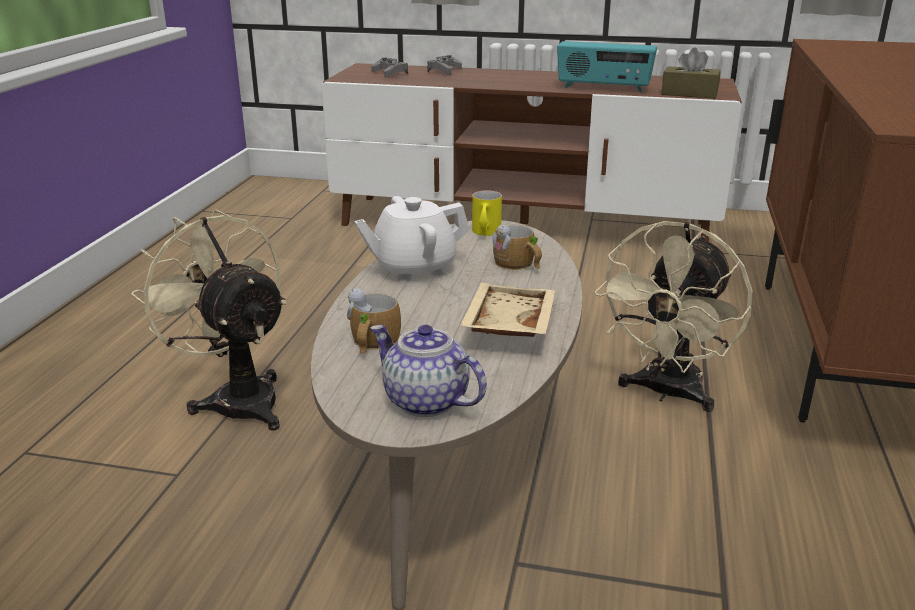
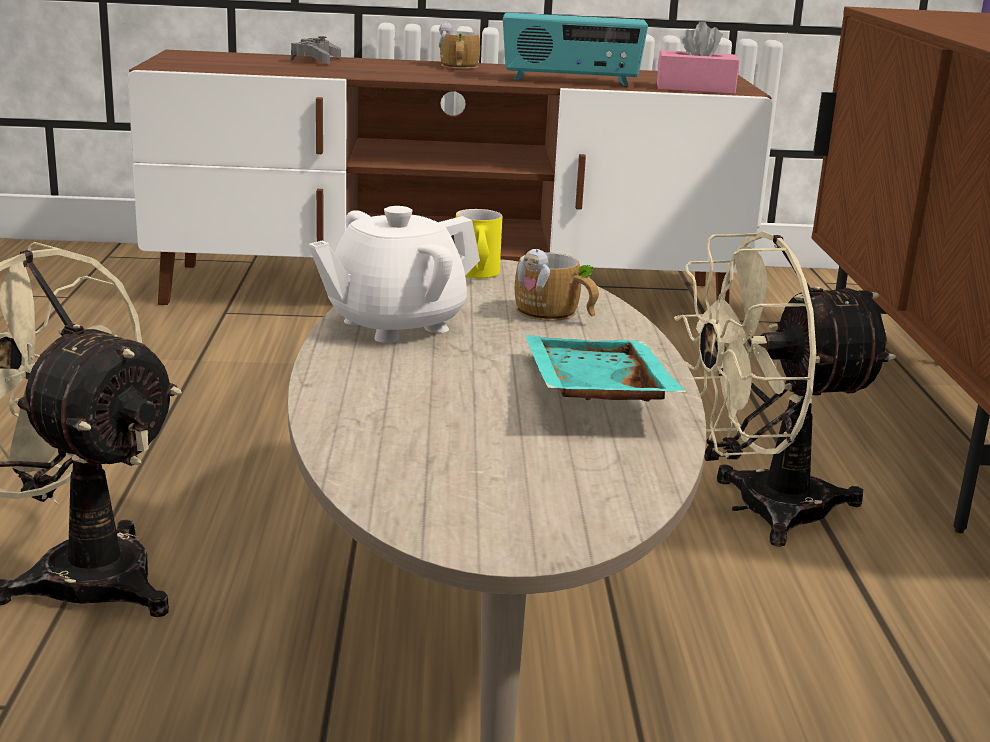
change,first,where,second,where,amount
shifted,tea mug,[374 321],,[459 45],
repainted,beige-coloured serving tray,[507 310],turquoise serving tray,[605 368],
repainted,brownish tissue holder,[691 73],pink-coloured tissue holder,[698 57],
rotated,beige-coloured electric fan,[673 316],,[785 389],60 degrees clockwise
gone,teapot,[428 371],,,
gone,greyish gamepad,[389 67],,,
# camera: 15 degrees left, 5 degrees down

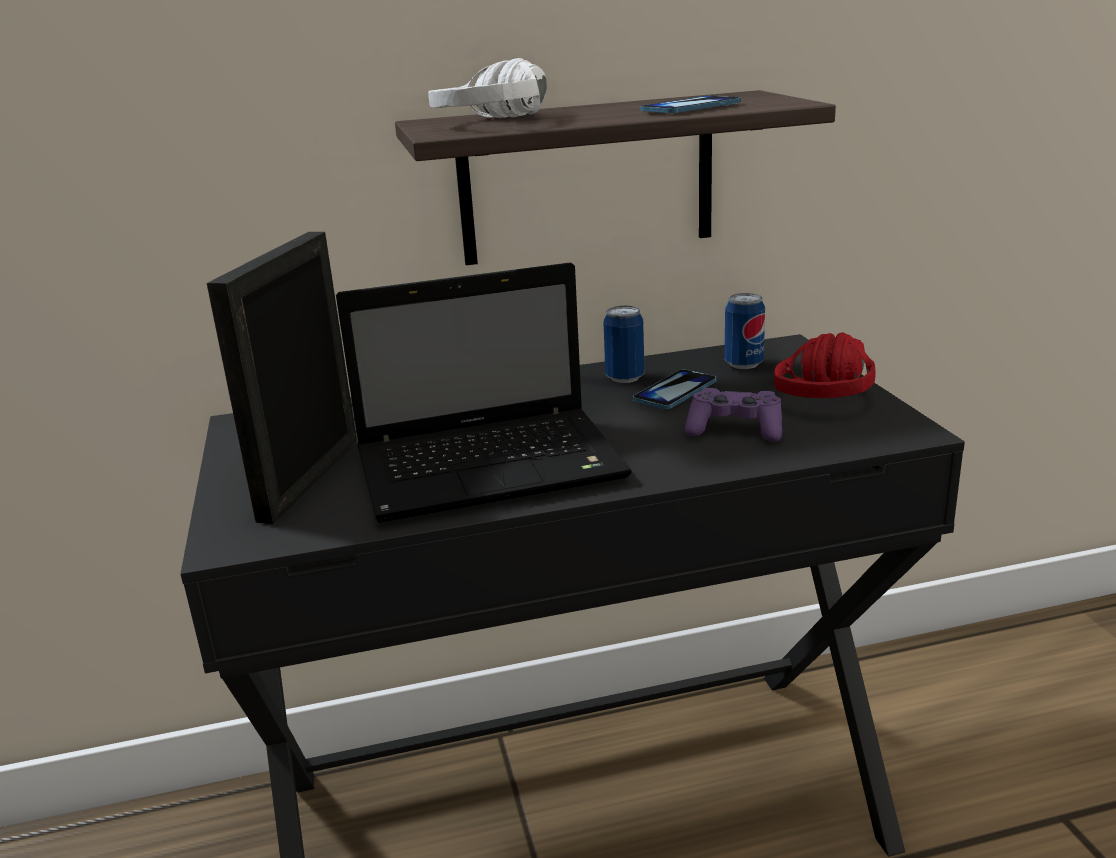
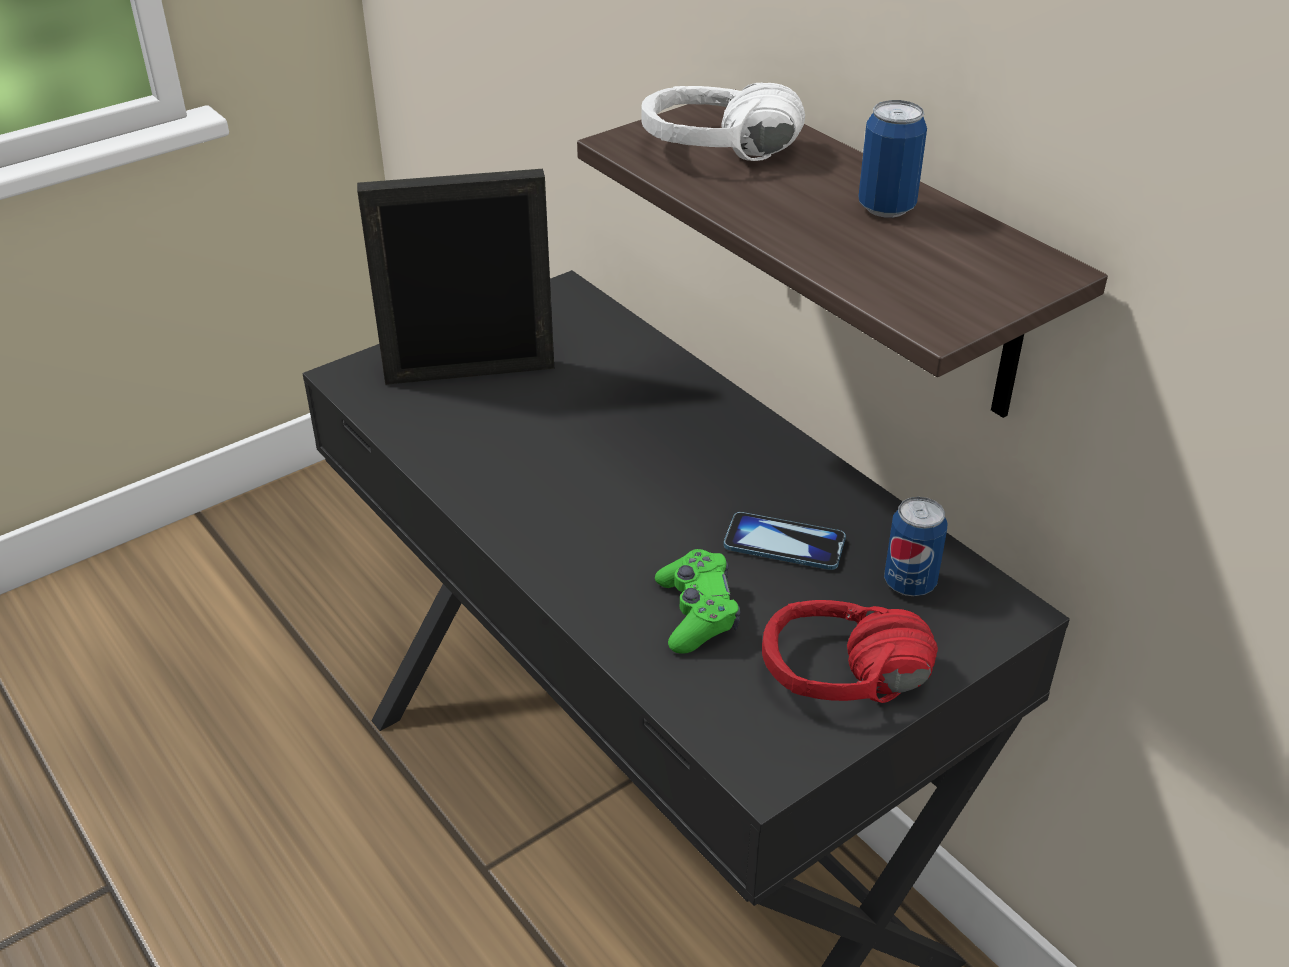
change,first,where,second,where,amount
repainted,purple gamepad,[733 415],green gamepad,[698 601],
shifted,sealed can,[624 344],,[893 159],
gone,portable computer,[484 392],,,
gone,phone,[690 104],,,
# camera: 65 degrees right, 15 degrees up

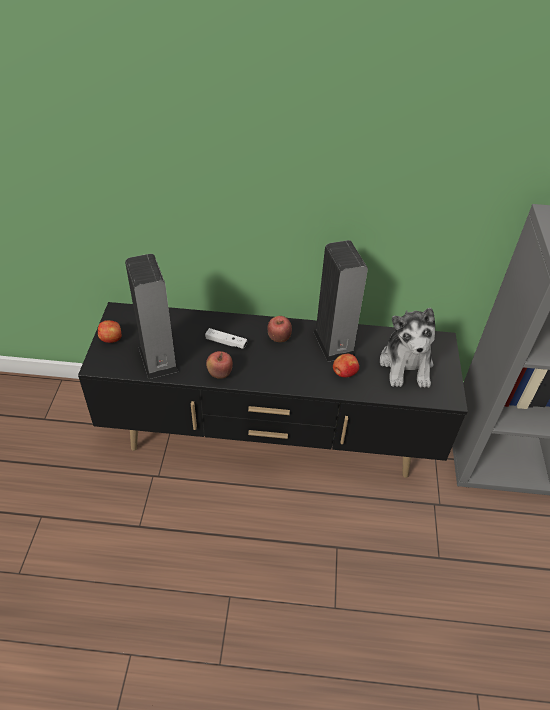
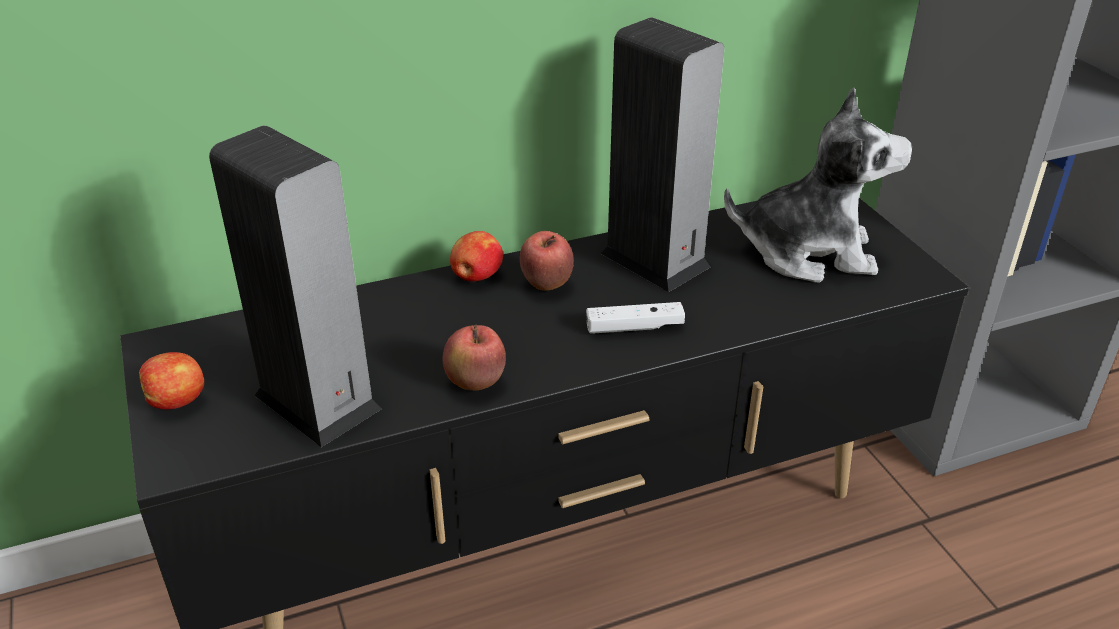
change,first,where,second,where,amount
shifted,apple fruit,[346 365],,[476 256],
shifted,white-coloured gamepad,[226 338],,[635 318],
rotated,soft toy,[407 348],,[818 185],60 degrees counterclockwise
# camera: 25 degrees left, 10 degrees down

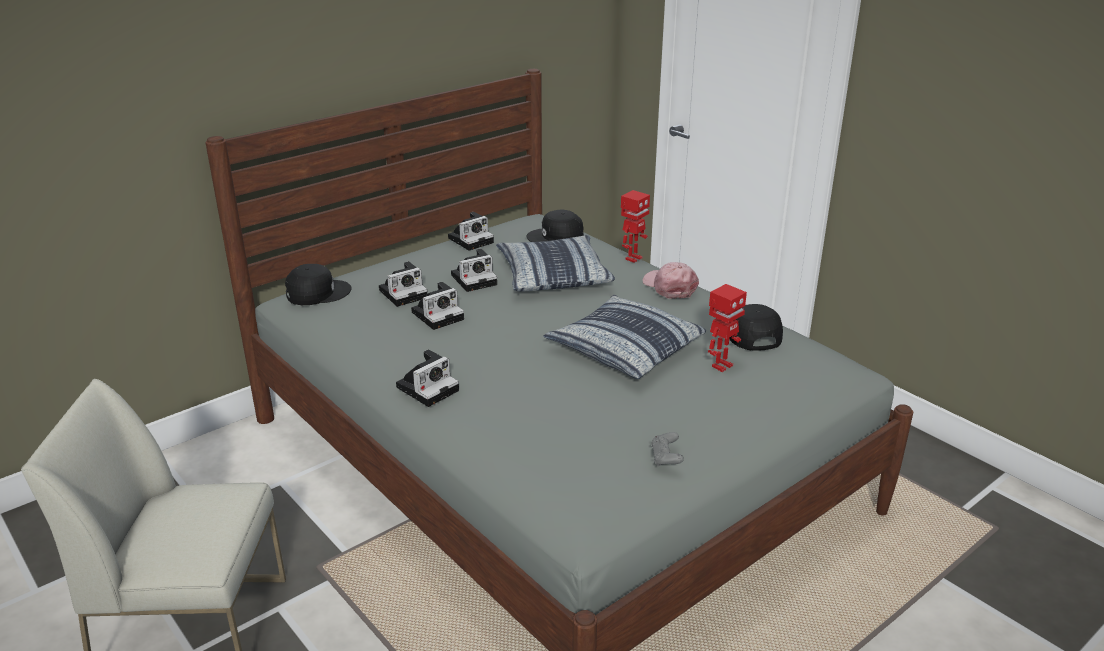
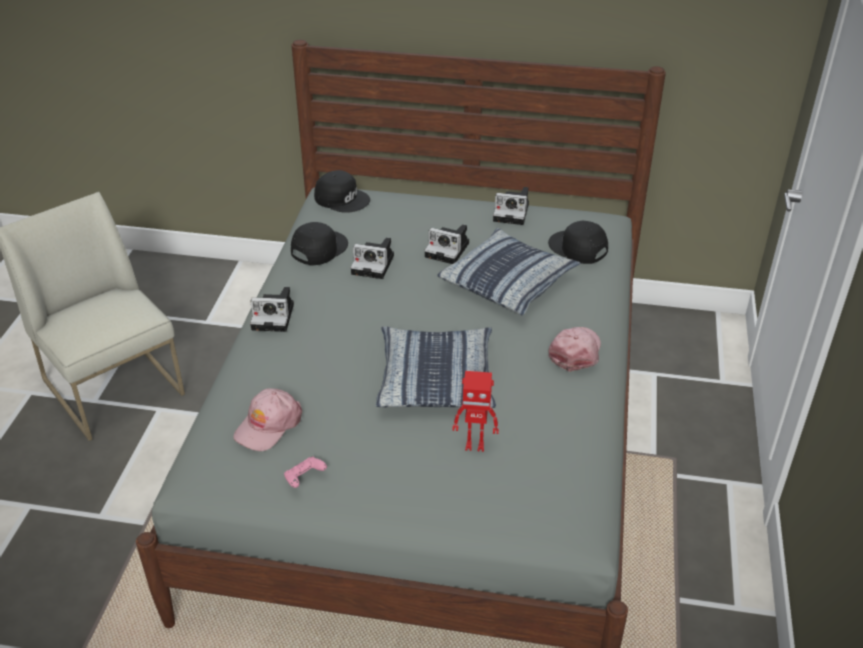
change,first,where,second,where,amount
new,,,pink-coloured peaked cap,[267 419],
repainted,greyish gamepad,[667 449],pink-coloured gamepad,[305 472],
shifted,blackish peaked cap,[756 327],,[319 243],
gone,photo camera,[403 284],,,
gone,robot figure,[635 226],,,
# camera: 50 degrees right, 10 degrees up

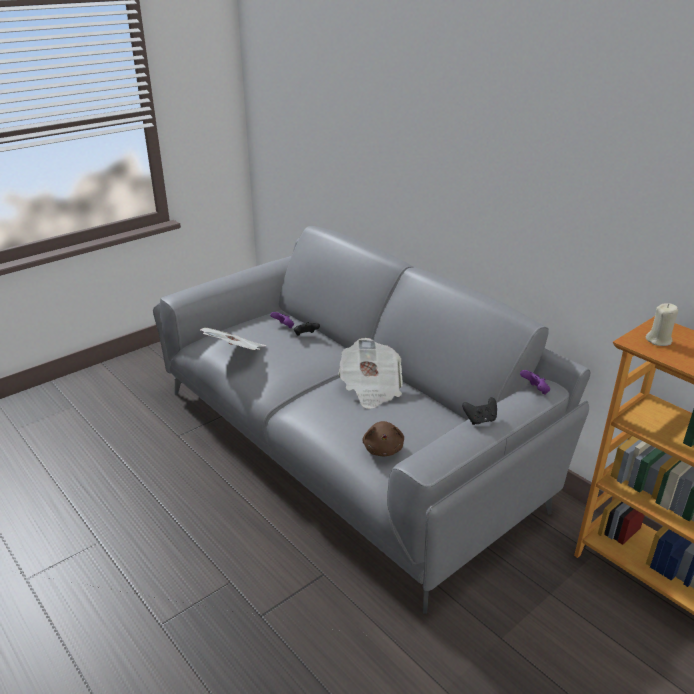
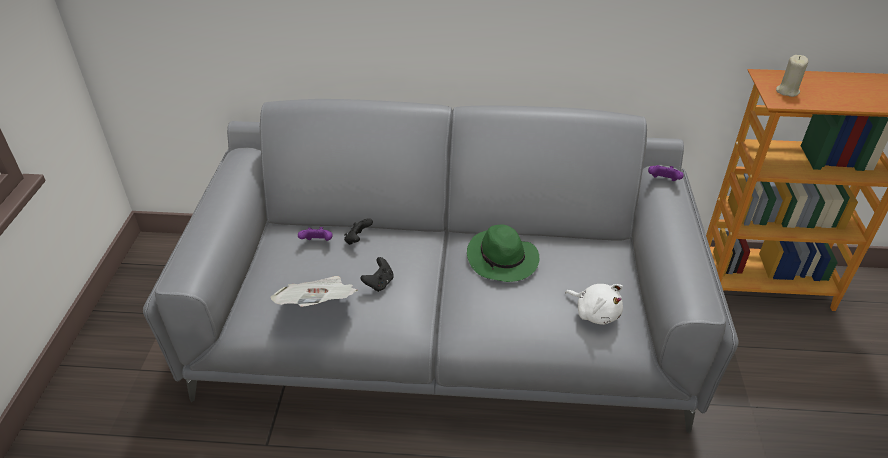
change,first,where,second,where,amount
shifted,blackish gamepad,[479 411],,[377 274],
swapped,printed paper,[370 373],green wearable hat,[503 253],
repainted,brownish soft toy,[383 438],white-coloured soft toy,[594 304],
# camera: 45 degrees left, 10 degrees up

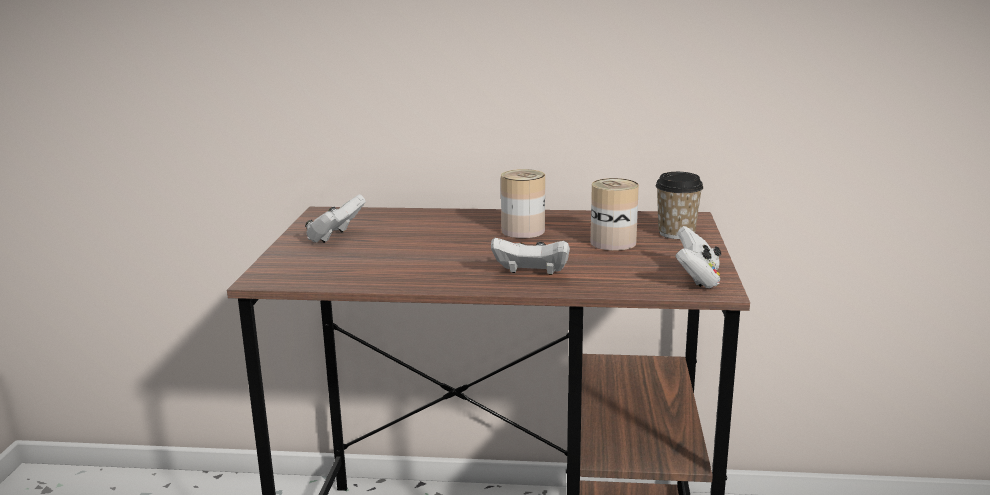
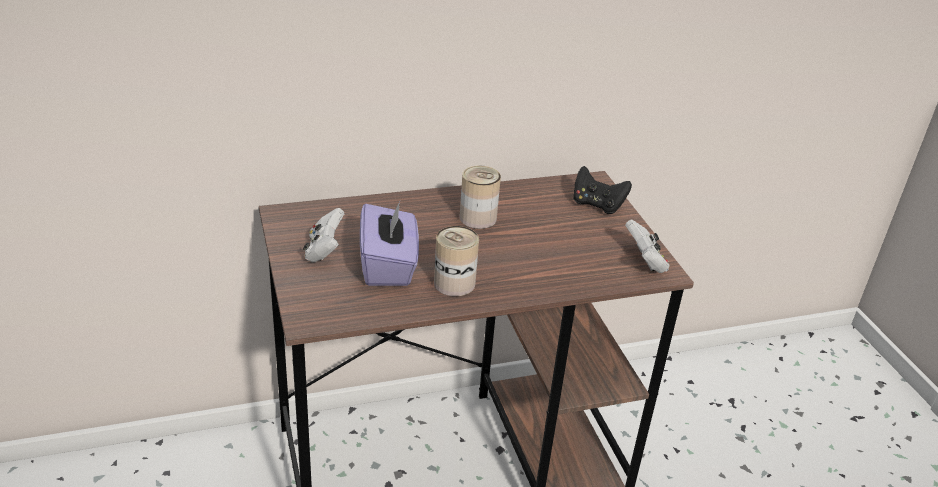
change,first,where,second,where,amount
new,,,purple tissue holder,[389 242],
shifted,sealed can,[615 214],,[456 261],
swapped,cup,[679 205],blackish gamepad,[602 190],
gone,white-coloured gamepad,[530 256],,,
# camera: 25 degrees left, 15 degrees up

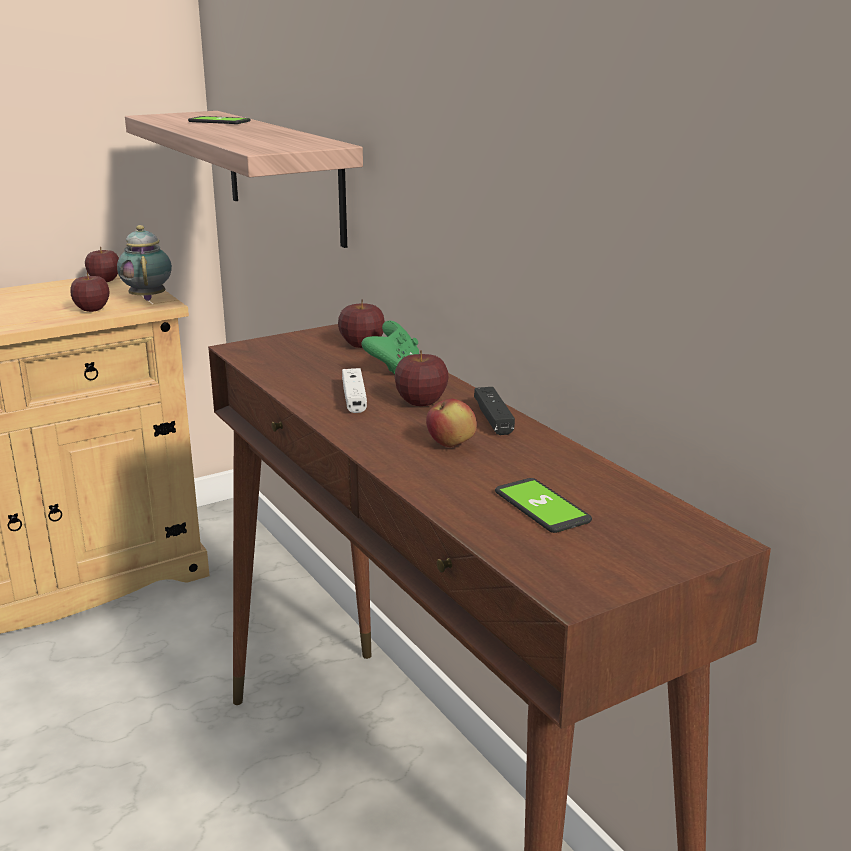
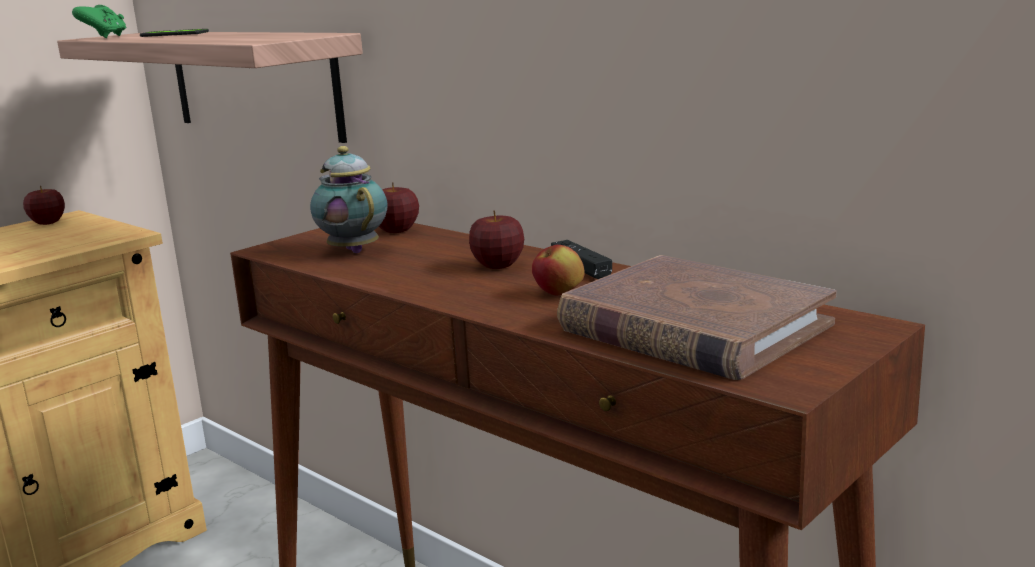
change,first,where,second,where,amount
shifted,green gamepad,[390 347],,[99 21],
shifted,teapot,[144 263],,[348 199],
swapped,phone,[543 505],brownish bound book,[697 317],
gone,apple fruit,[90 292],,,
gone,white-coloured gamepad,[354 390],,,
# camera: 15 degrees left, 5 degrees down

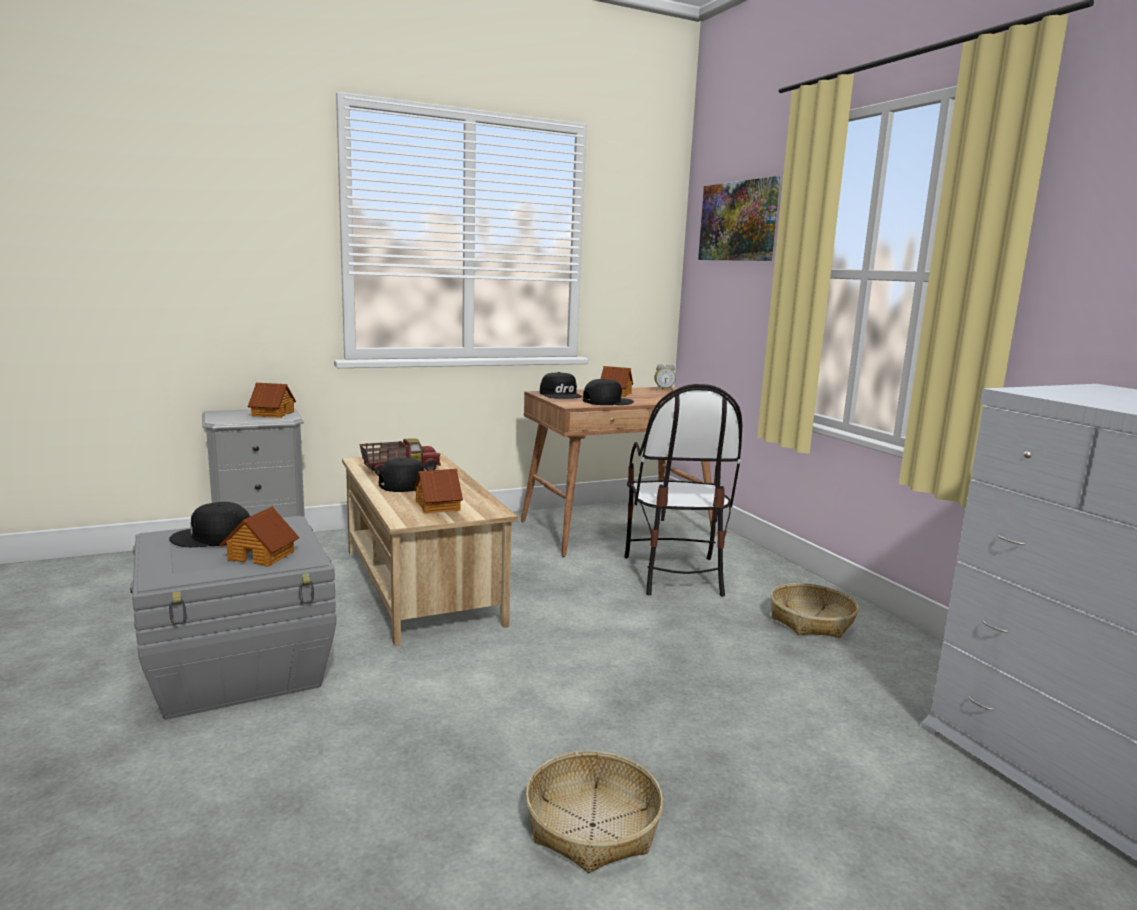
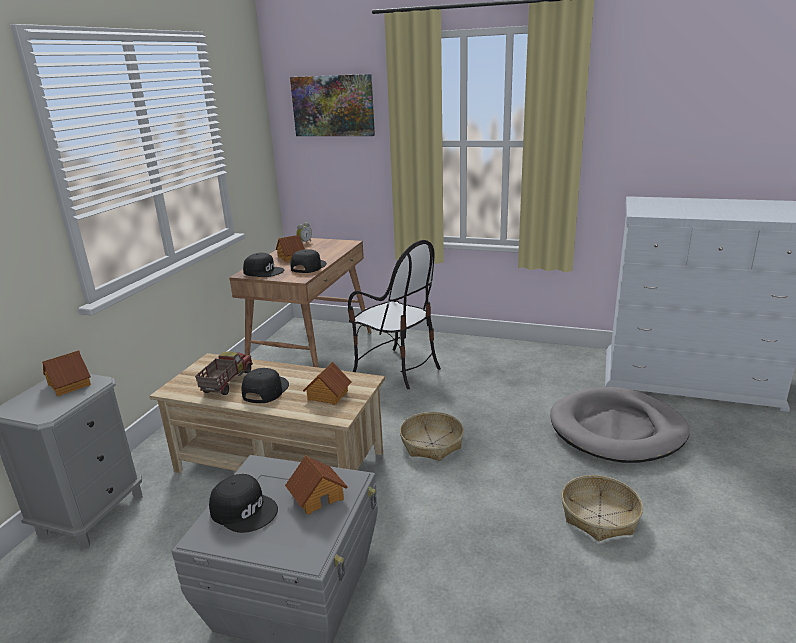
change,first,where,second,where,amount
rotated,blackish peaked cap,[209 524],,[243 503],90 degrees counterclockwise
shifted,household basket,[814 610],,[432 436],
new,,,greyish dog cushion,[620 425],
# camera: 45 degrees left, 10 degrees up

